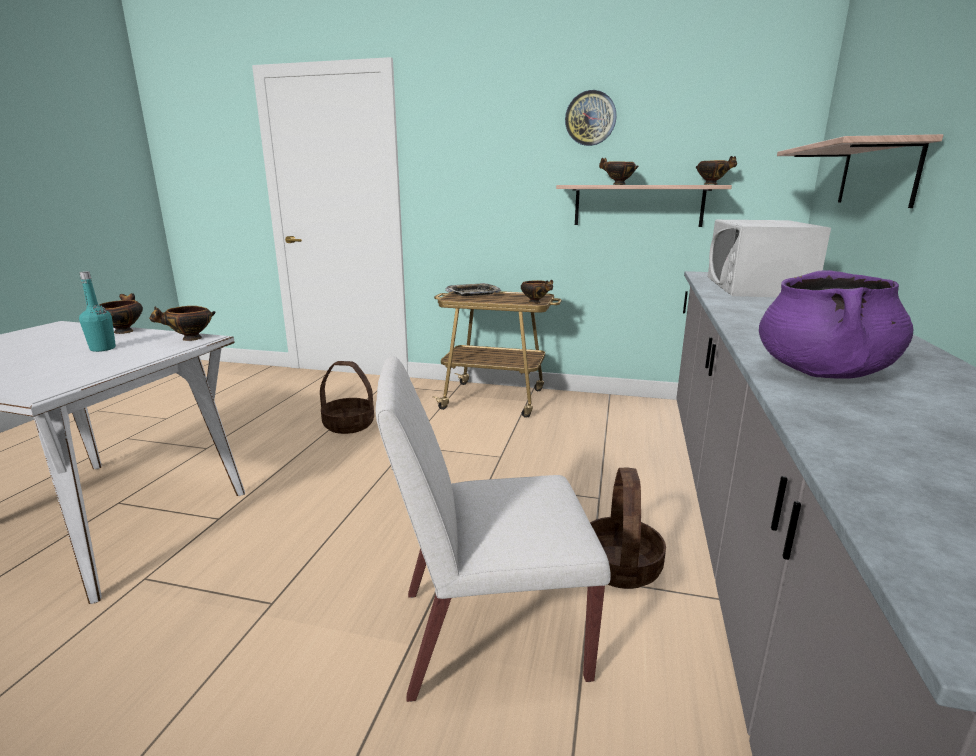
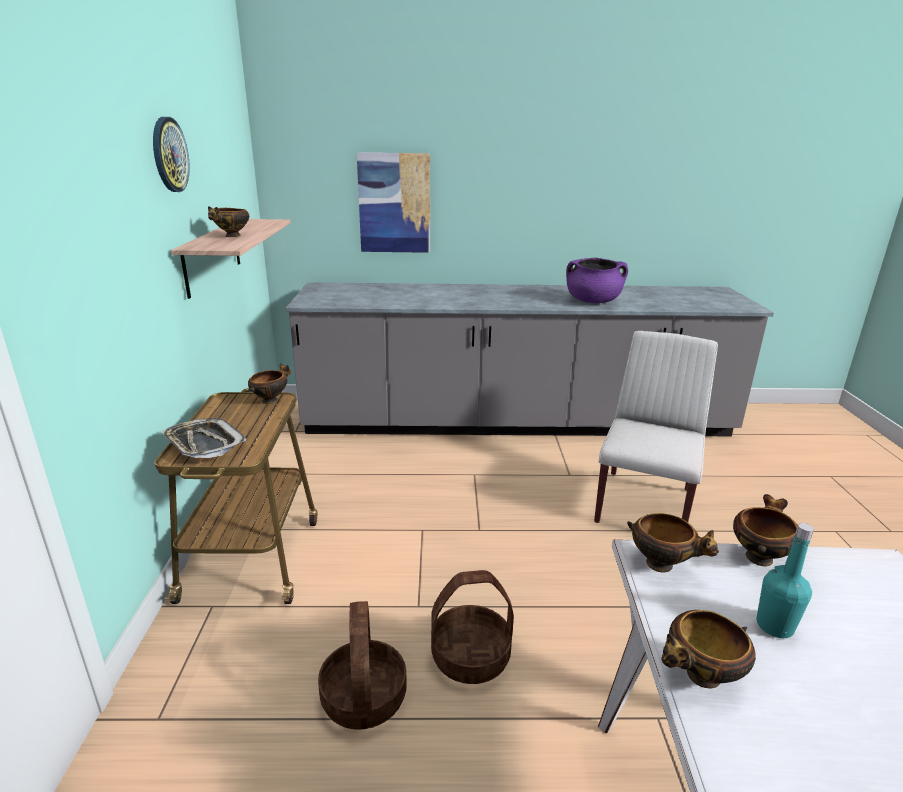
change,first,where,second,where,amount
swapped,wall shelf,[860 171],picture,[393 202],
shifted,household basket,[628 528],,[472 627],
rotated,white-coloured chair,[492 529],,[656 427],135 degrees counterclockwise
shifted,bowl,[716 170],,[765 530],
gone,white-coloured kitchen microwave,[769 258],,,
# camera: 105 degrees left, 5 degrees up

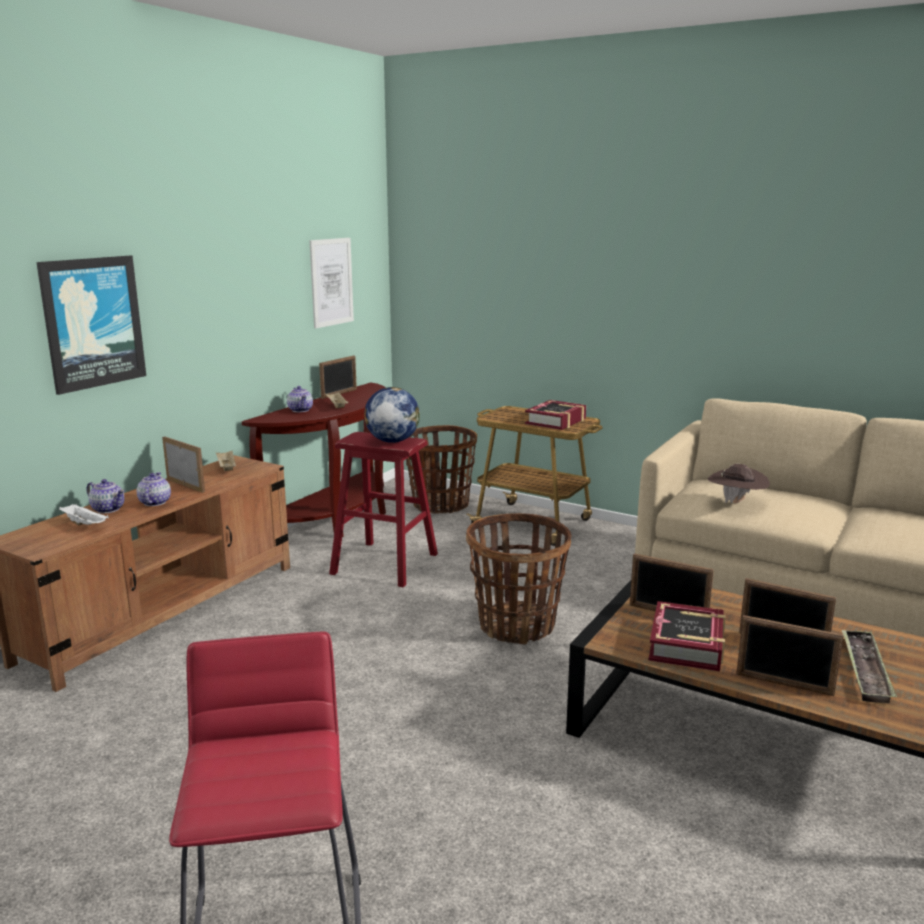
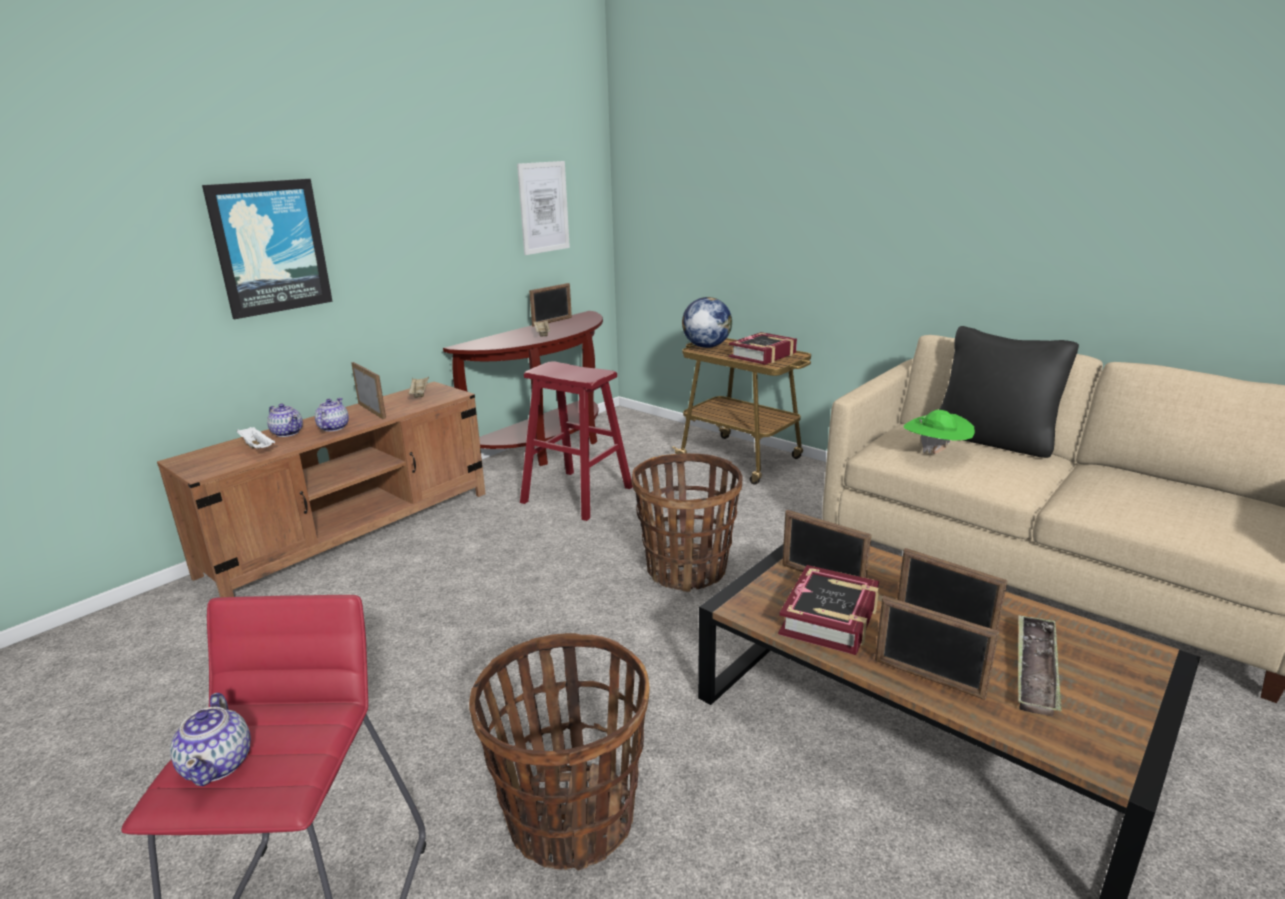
change,first,where,second,where,amount
shifted,teapot,[300 399],,[210 739],
shifted,household basket,[441 469],,[559 752],
shifted,globe,[392 415],,[707 322],
repainted,brownish wearable hat,[739 483],green wearable hat,[939 432],
new,,,blackish pillow,[1009 392],
# camera: 10 degrees right, 5 degrees up

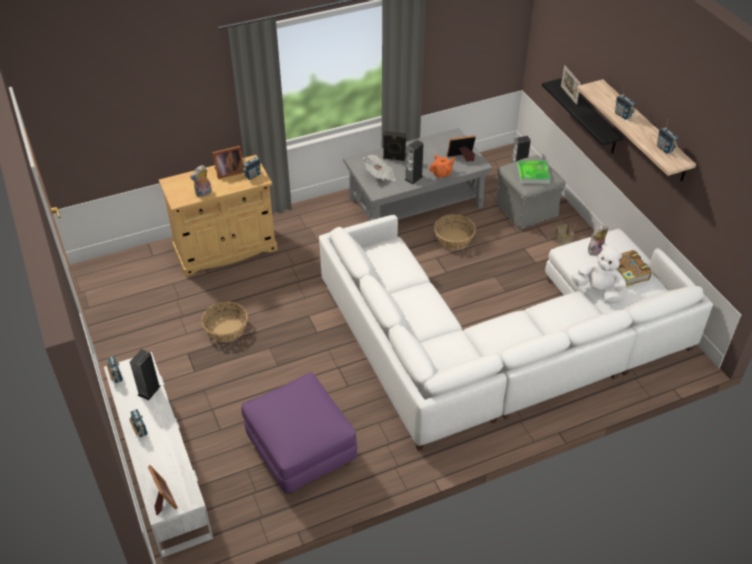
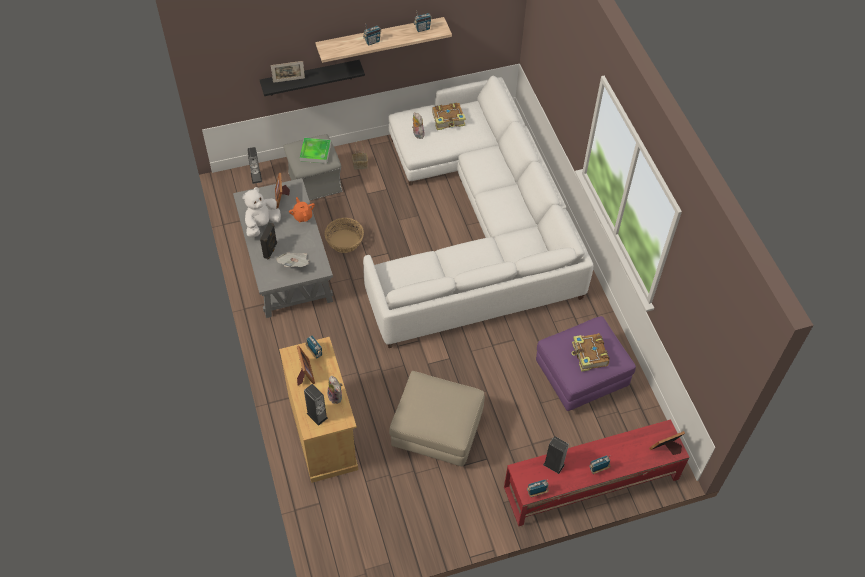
change,first,where,second,where,amount
shifted,white-coloured soft toy,[598 273],,[261 212],
shifted,loudspeaker,[414 162],,[316 405],
swapped,household basket,[224 322],beige-coloured footrest,[437 418],
repainted,white-coloured tv unit,[158 455],red-coloured tv unit,[596 472],
new,,,bound book,[590 352],
# camera: 85 degrees left, 10 degrees up

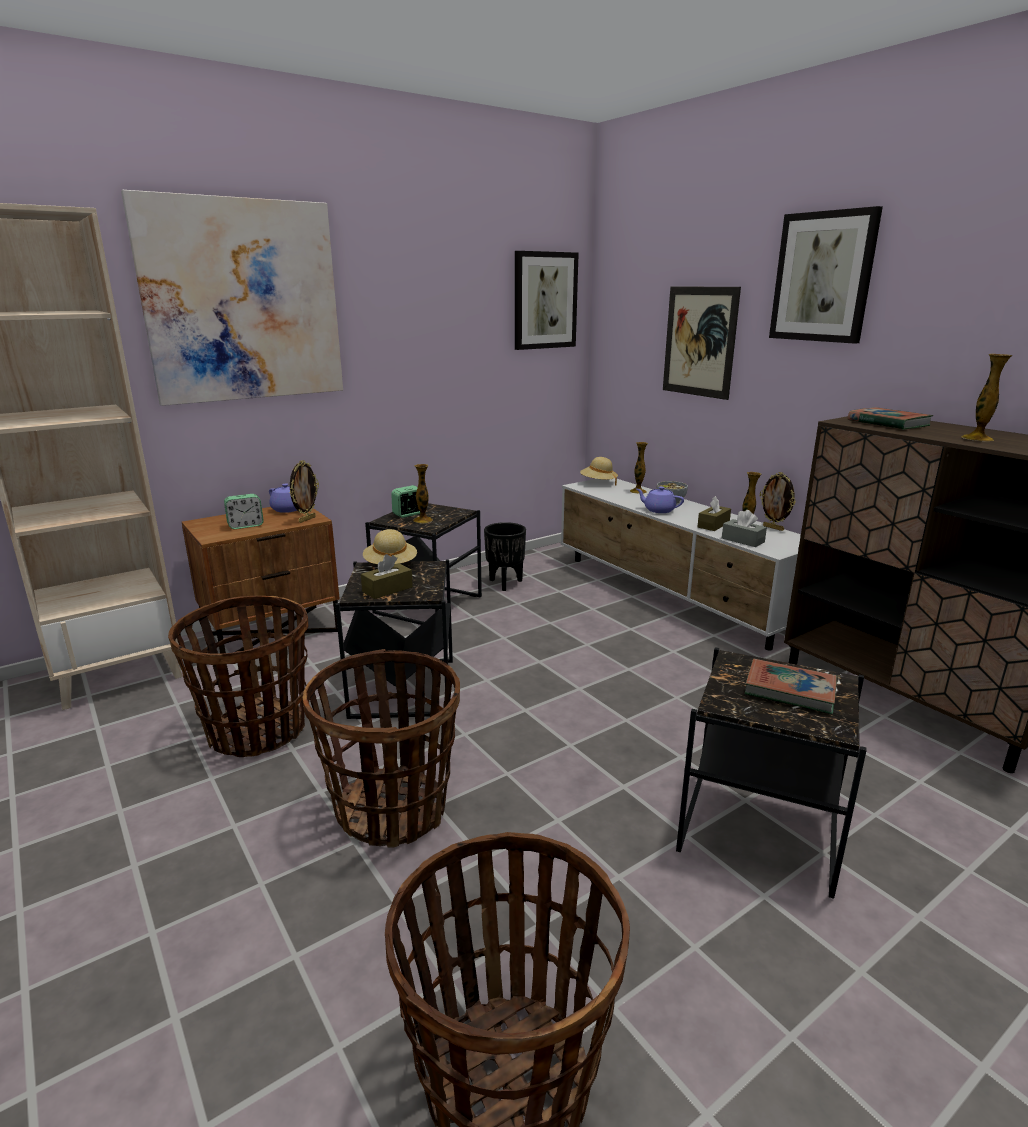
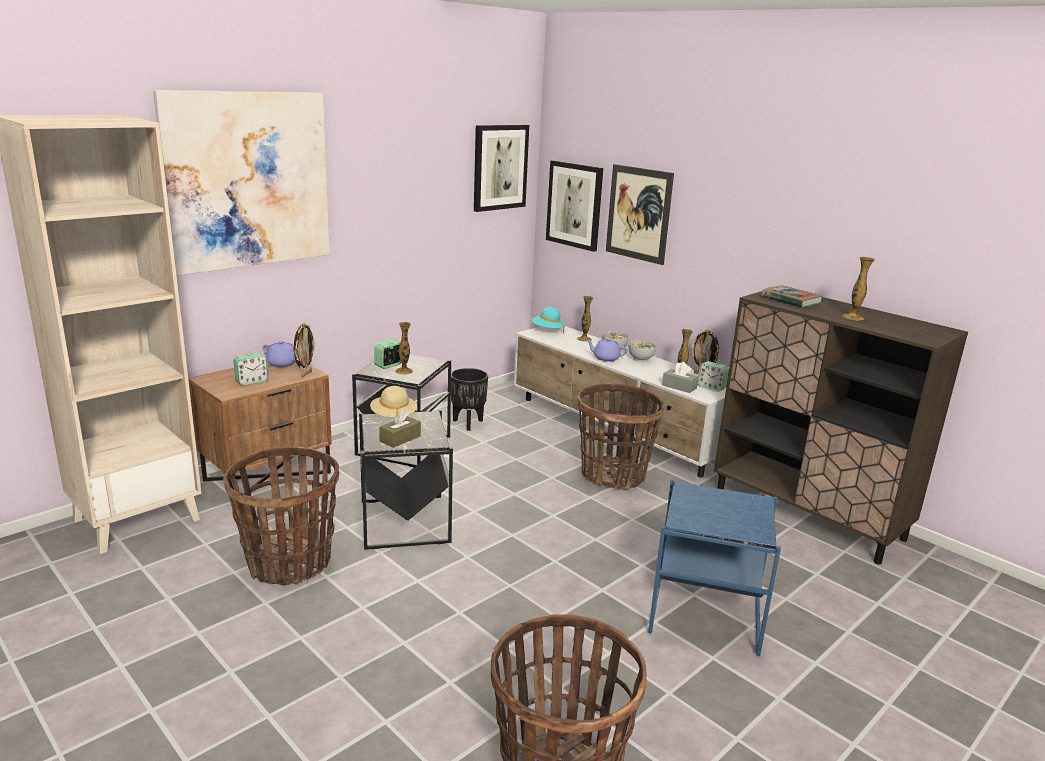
change,first,where,second,where,amount
repainted,beige-coloured wearable hat,[599 471],turquoise wearable hat,[548 320],
shifted,picture,[826 275],,[574 206],
shifted,household basket,[381 748],,[621 436],
new,,,bowl,[642 351],
repainted,blackish accent table,[771 773],blue-coloured accent table,[714 568],
new,,,alarm clock,[713 376],
gone,brownish tissue holder,[714 513],,,
gone,bound book,[791 686],,,
# camera: 10 degrees left, 0 degrees up

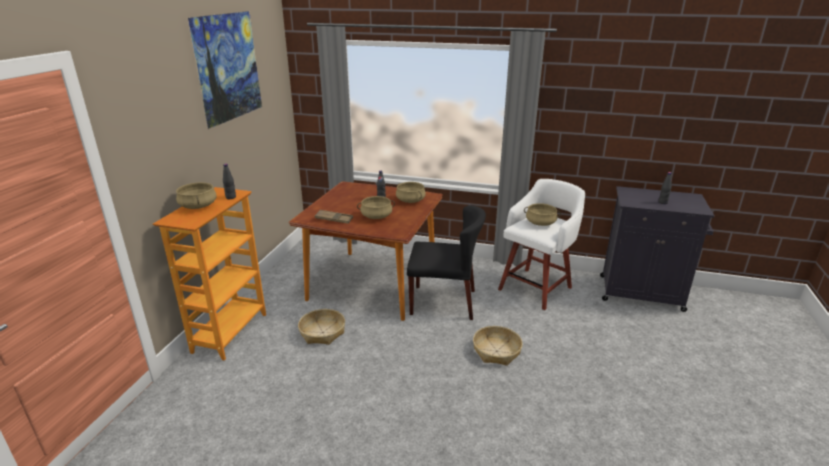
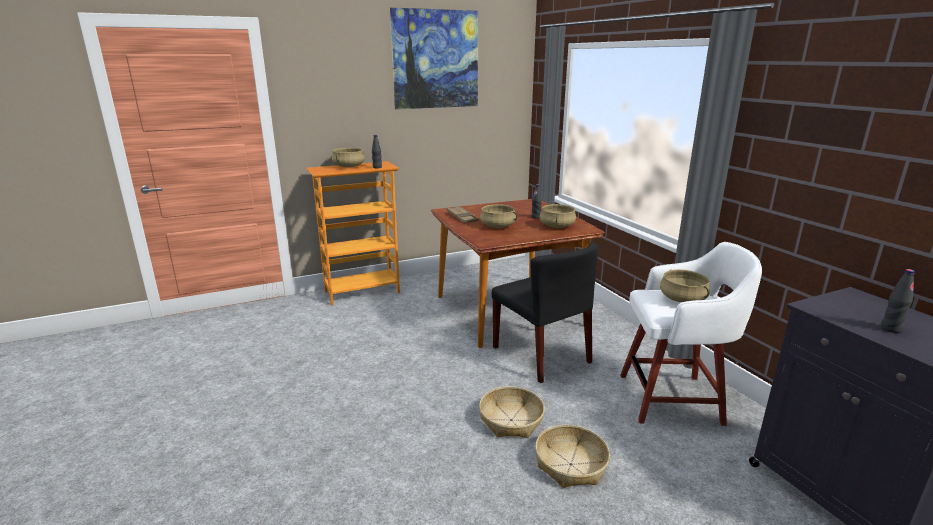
change,first,where,second,where,amount
shifted,household basket,[321 327],,[572 456],
# camera: 50 degrees right, 5 degrees down

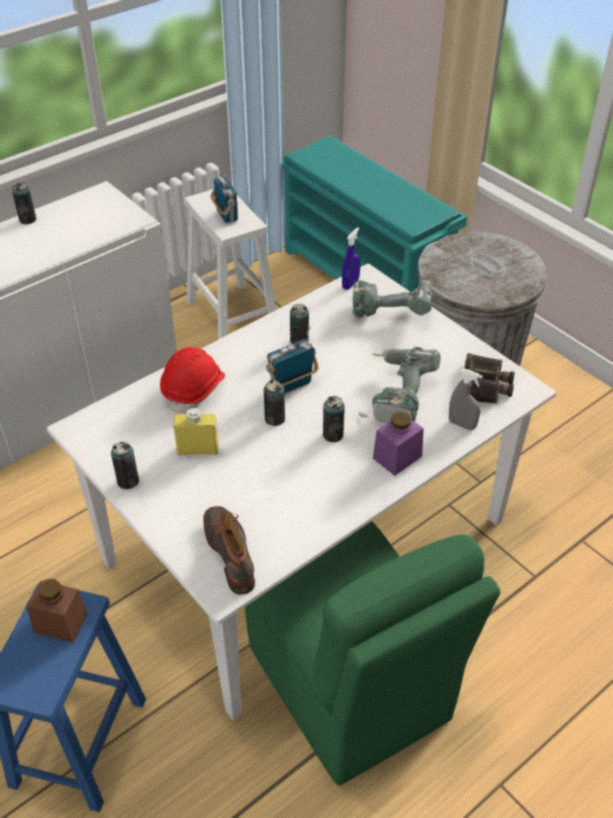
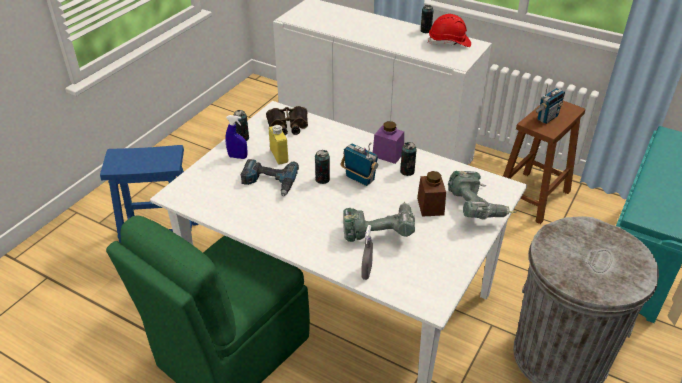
change,first,where,second,where,amount
shifted,blue-coloured spray bottle,[351 258],,[236 137],
new,,,electric drill,[269 177],
shifted,pair of binoculars,[490 378],,[287 120],
shifted,purple jar,[398 443],,[388 142],
shifted,brownish jar,[57 610],,[431 194],
shifted,red-coloured work helmet,[192 380],,[449 30],
repainted,white-coloured stool seat,[230 264],brownish stool seat,[544 162],
gone,tall boot,[229 550],,,
gone,sealed can,[334 419],,,
# camera: 70 degrees right, 5 degrees down

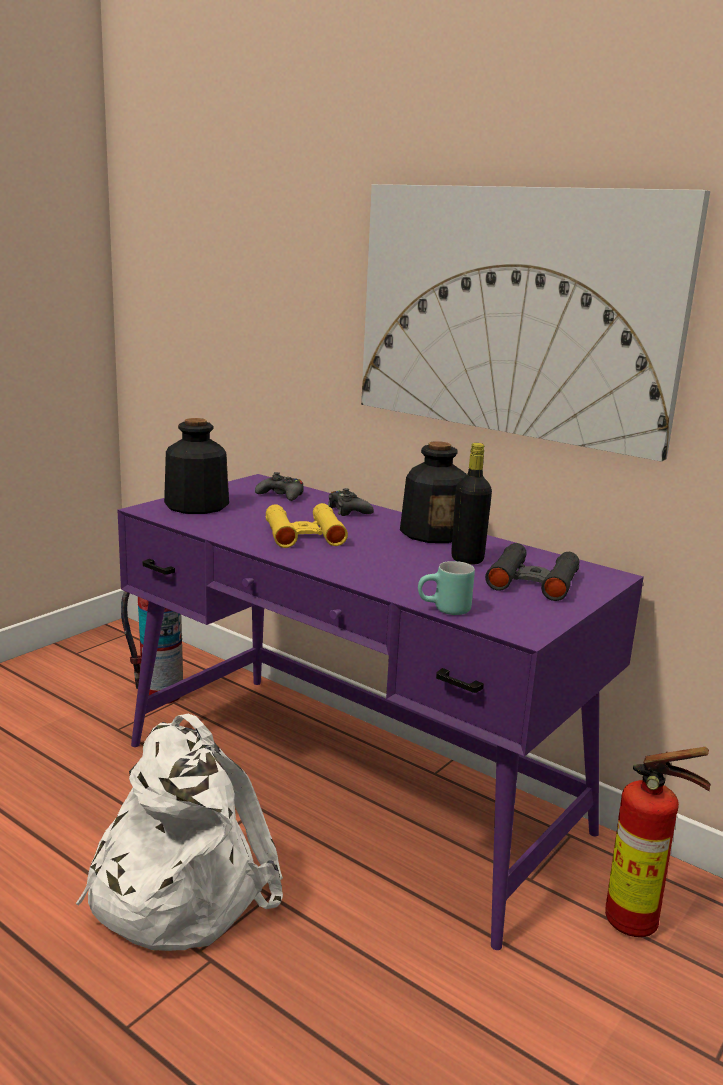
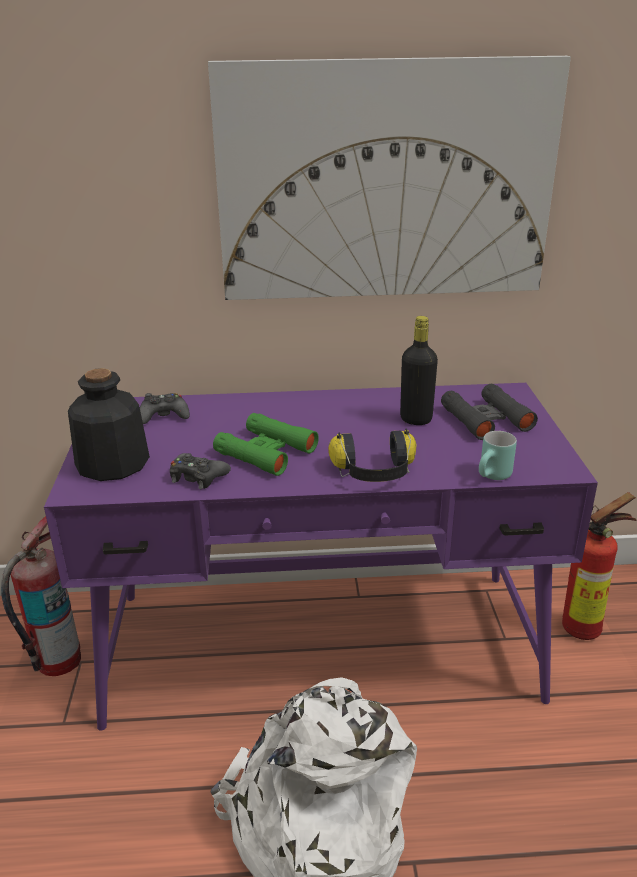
change,first,where,second,where,amount
shifted,blackish gamepad,[351 502],,[200 471],
repainted,yellow pair of binoculars,[307 525],green pair of binoculars,[266 444],
new,,,pair of headphones,[372 455],
gone,bottle,[433 492],,,
# camera: 40 degrees left, 10 degrees up

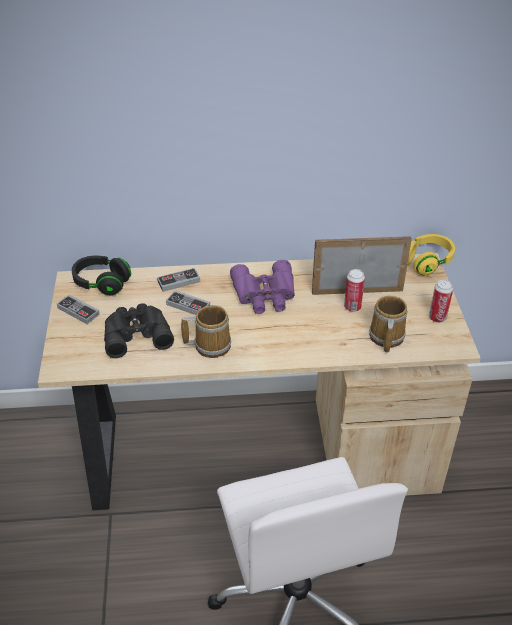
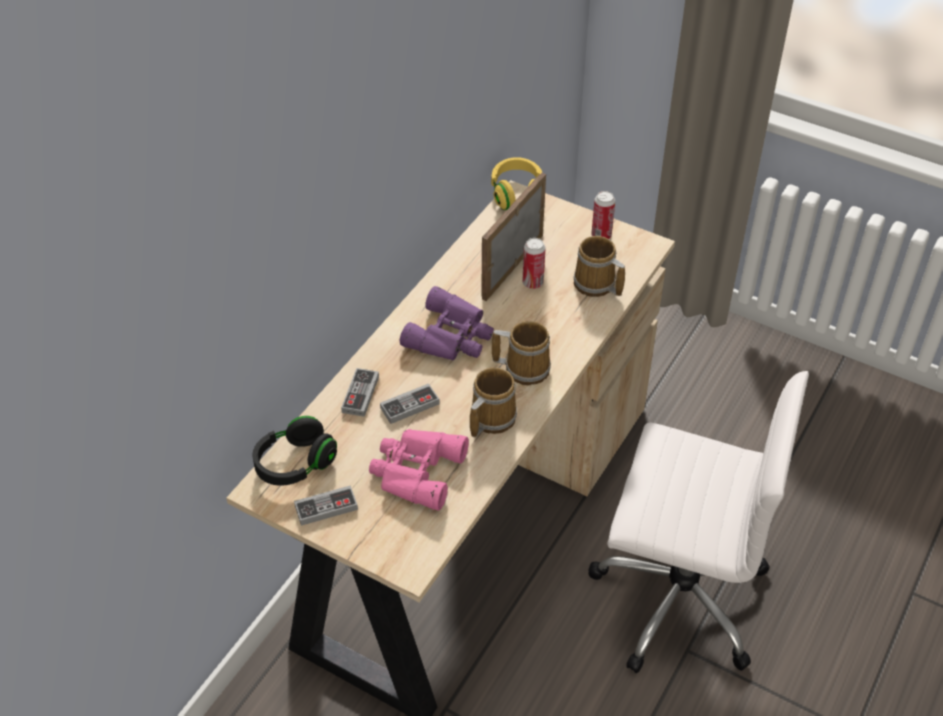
change,first,where,second,where,amount
repainted,blackish pair of binoculars,[139 330],pink-coloured pair of binoculars,[419 470],
new,,,tea mug,[521 353],
# camera: 55 degrees left, 5 degrees up

